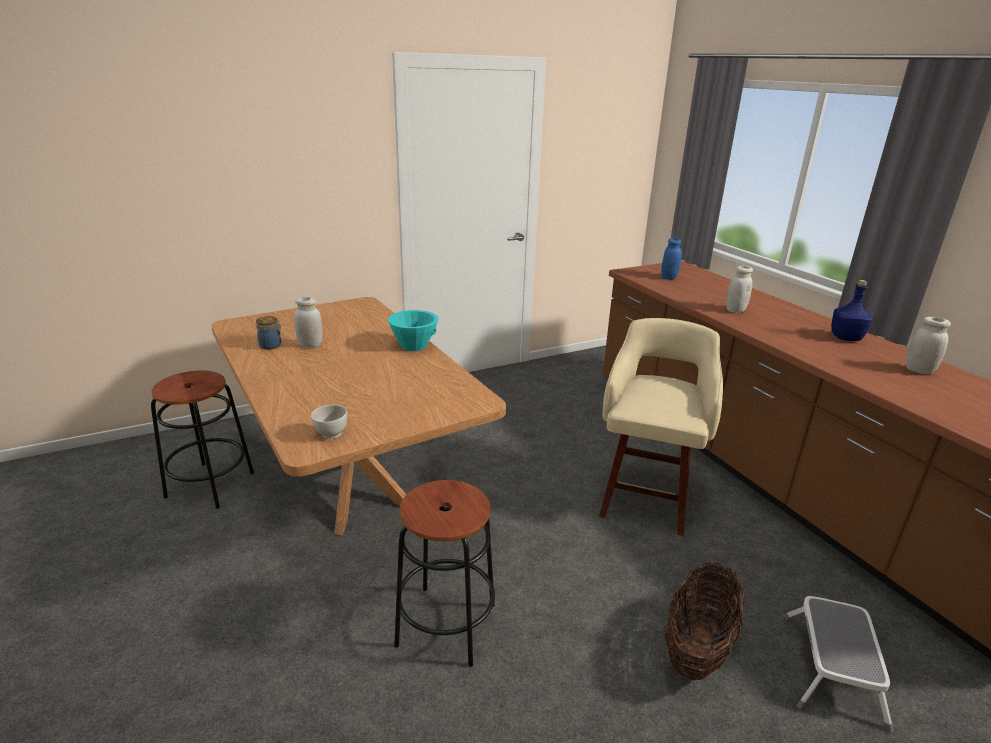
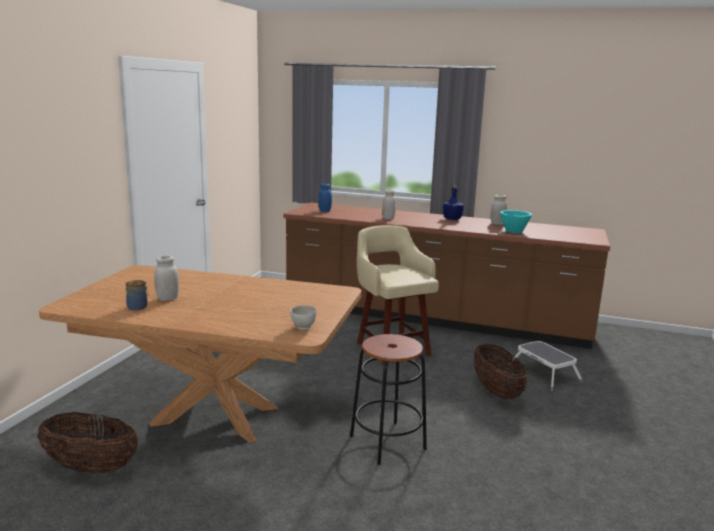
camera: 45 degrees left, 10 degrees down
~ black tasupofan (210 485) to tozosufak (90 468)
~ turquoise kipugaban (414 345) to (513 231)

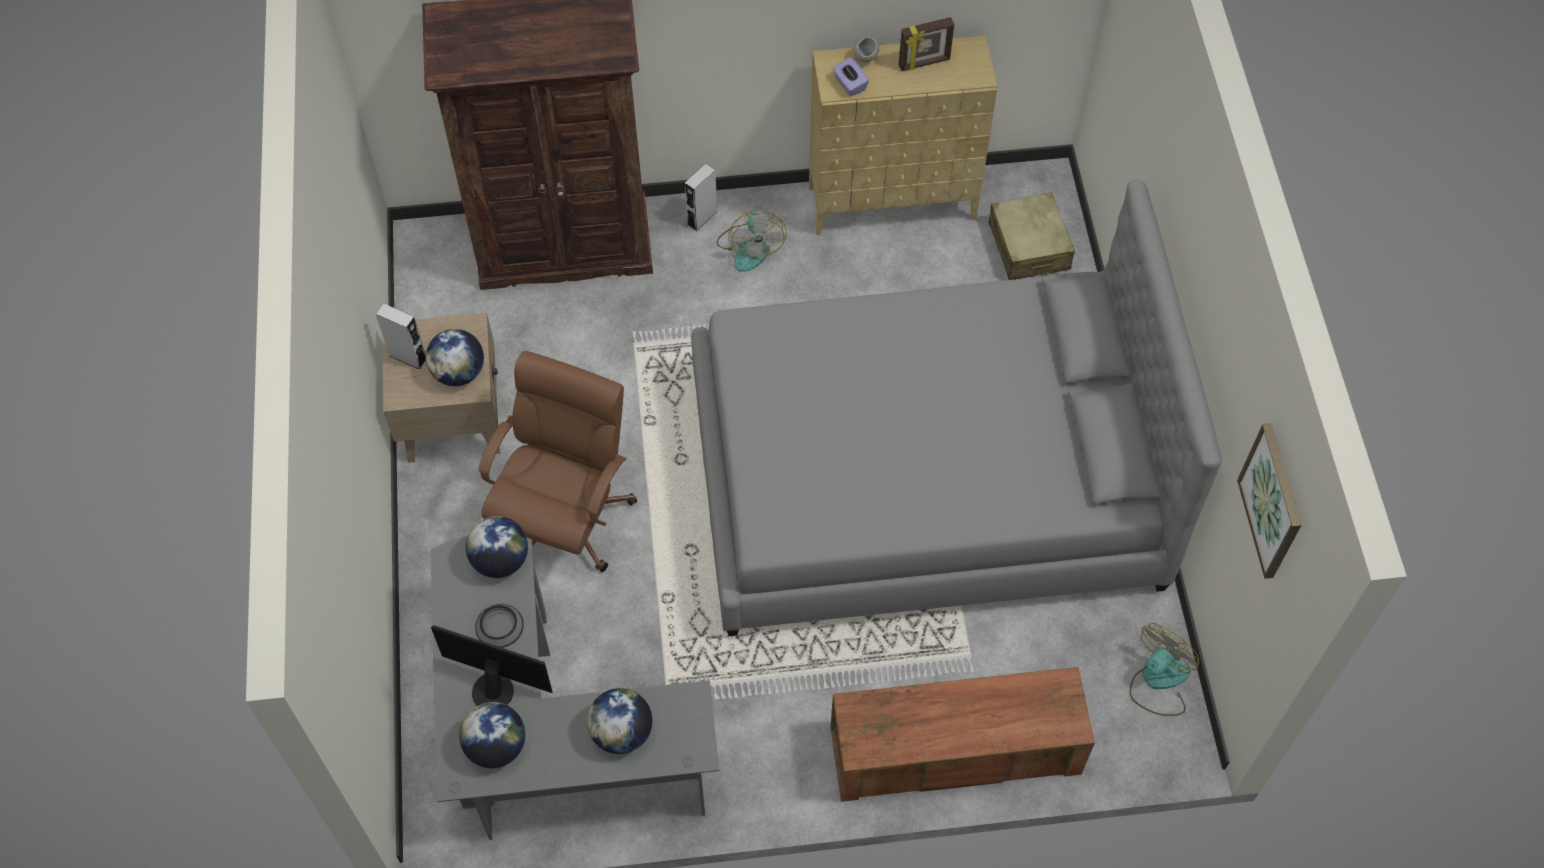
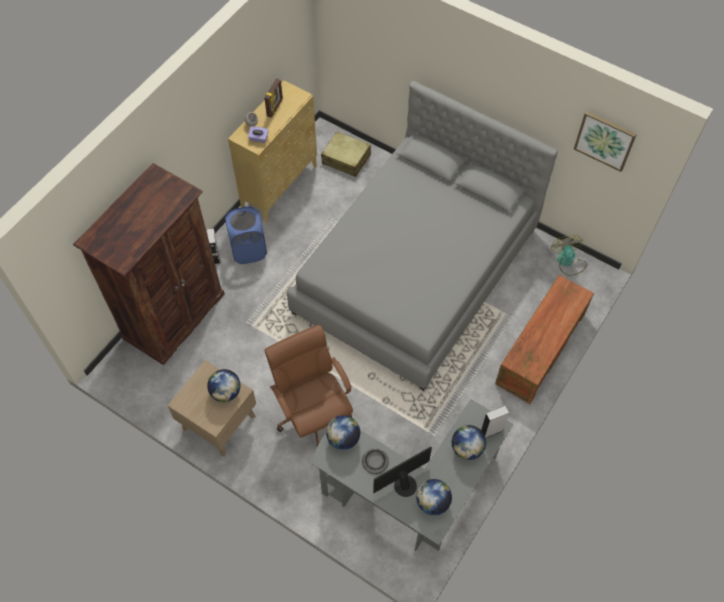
camera: 50 degrees left, 0 degrees up
~ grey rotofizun (408 357) to (491 430)
~ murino (750 247) to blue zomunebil (249 250)

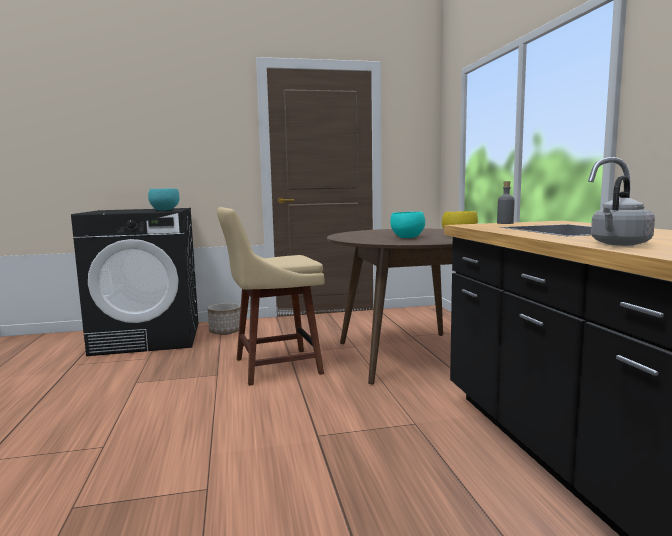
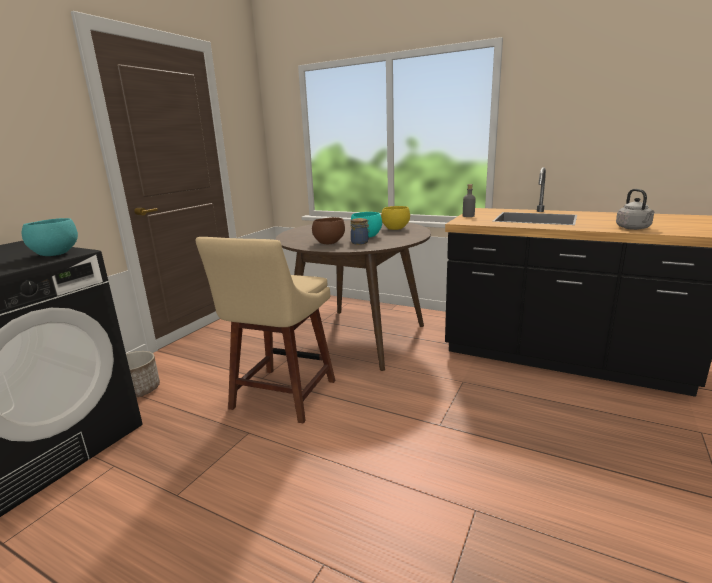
camera: 50 degrees left, 10 degrees up
+ brown kipugaban (328 243)
+ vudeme (360 242)

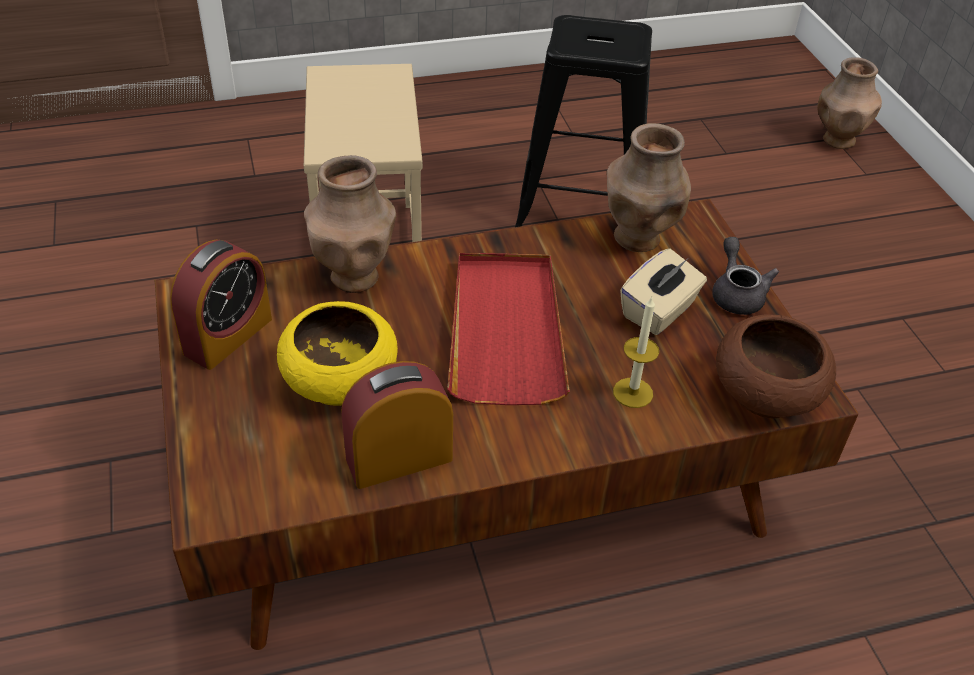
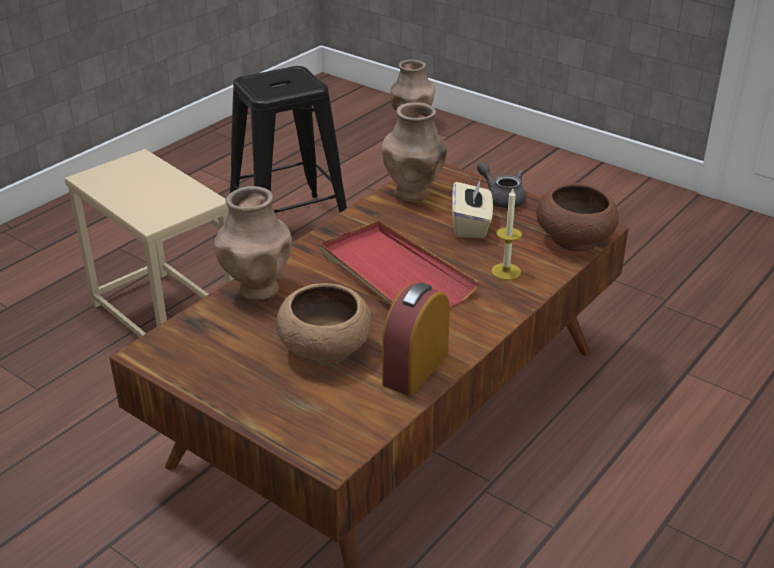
camera: 35 degrees left, 10 degrees down
- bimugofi (228 336)
~ yellow kipugaban (341 381) to brown kipugaban (326 348)

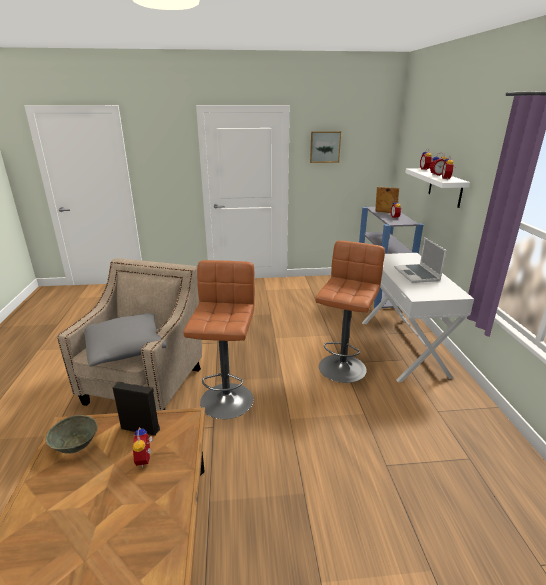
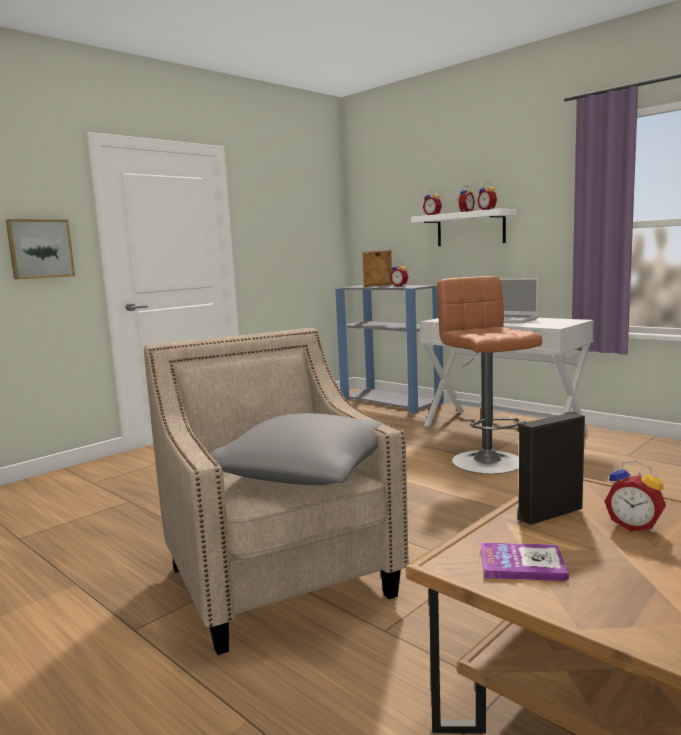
camera: 40 degrees left, 15 degrees down
~ grey kipugaban (76 444) to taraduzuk (522 564)
- brown tasupofan (227 400)
~ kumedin (325 147) to (40 249)

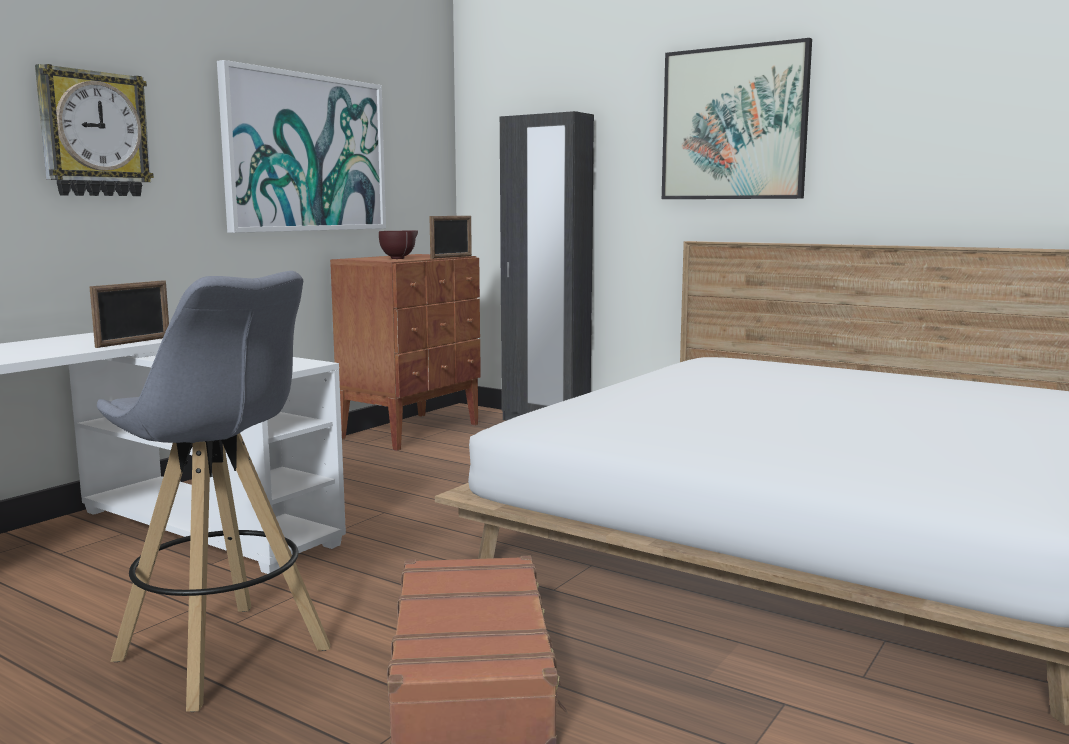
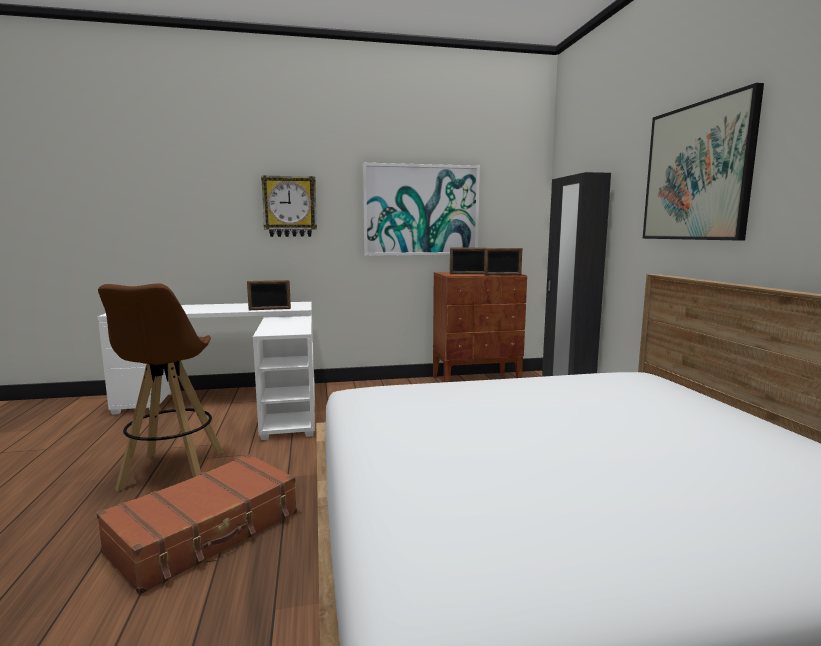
camera: 45 degrees right, 0 degrees up
~ grey tasupofan (224 656) to brown tasupofan (171 472)
~ brown kipugaban (399 258) to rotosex (468 274)

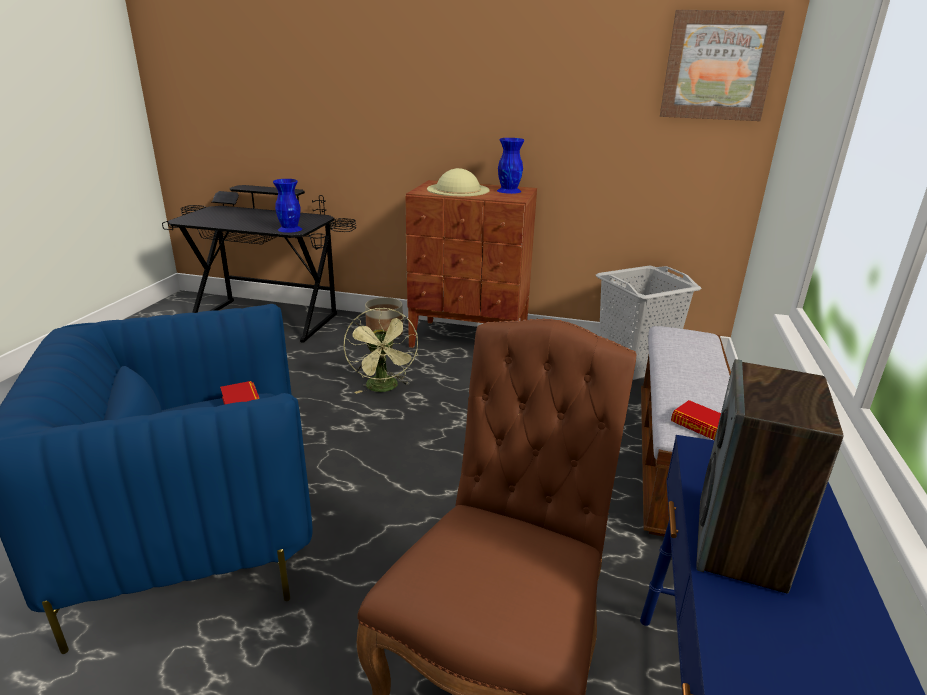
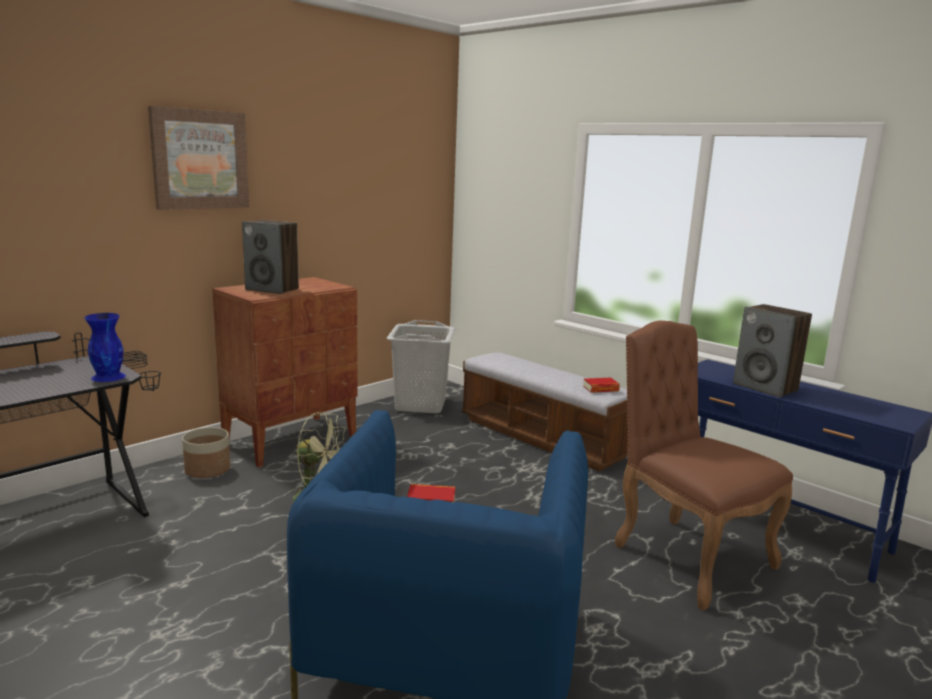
camera: 60 degrees left, 10 degrees down
~ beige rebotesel (458 189) to rotofizun (273 289)
- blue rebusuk (509 191)
~ kumedin (718 66) to (200 159)

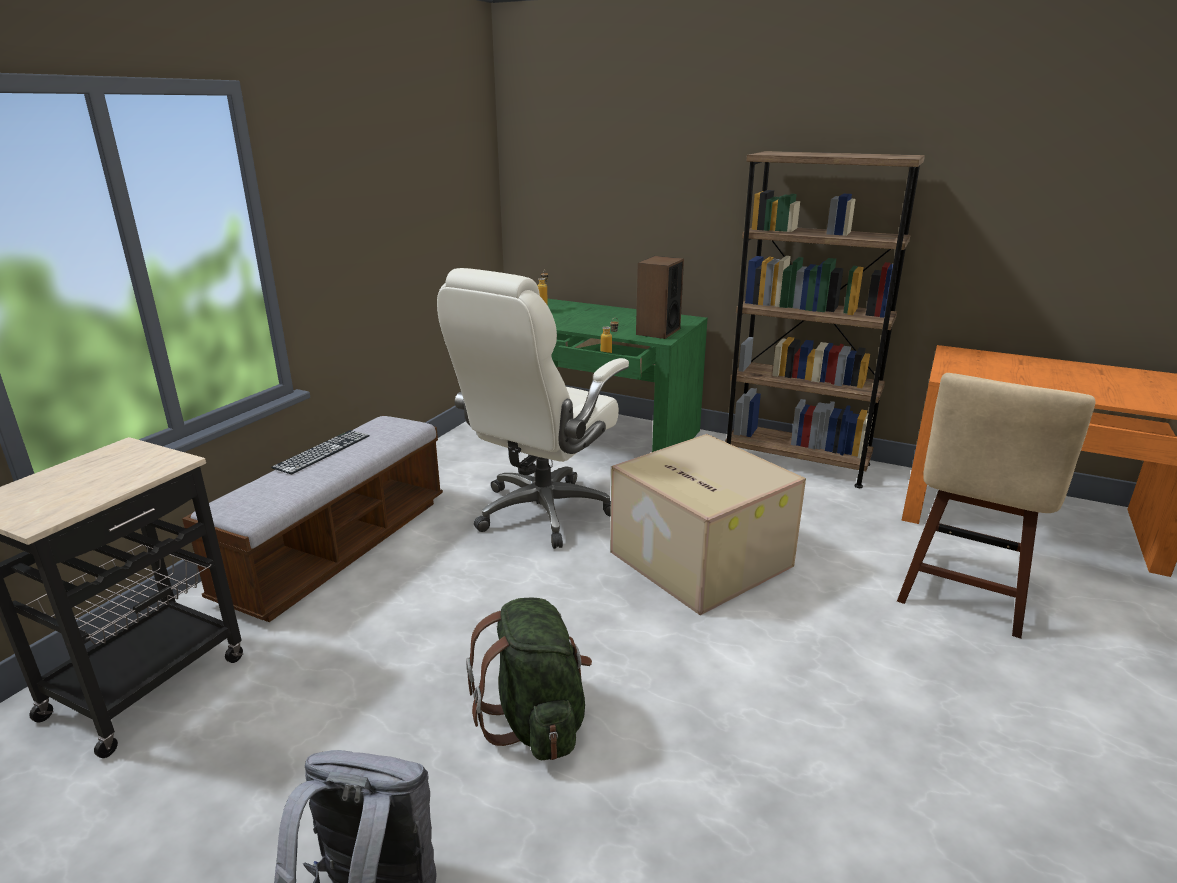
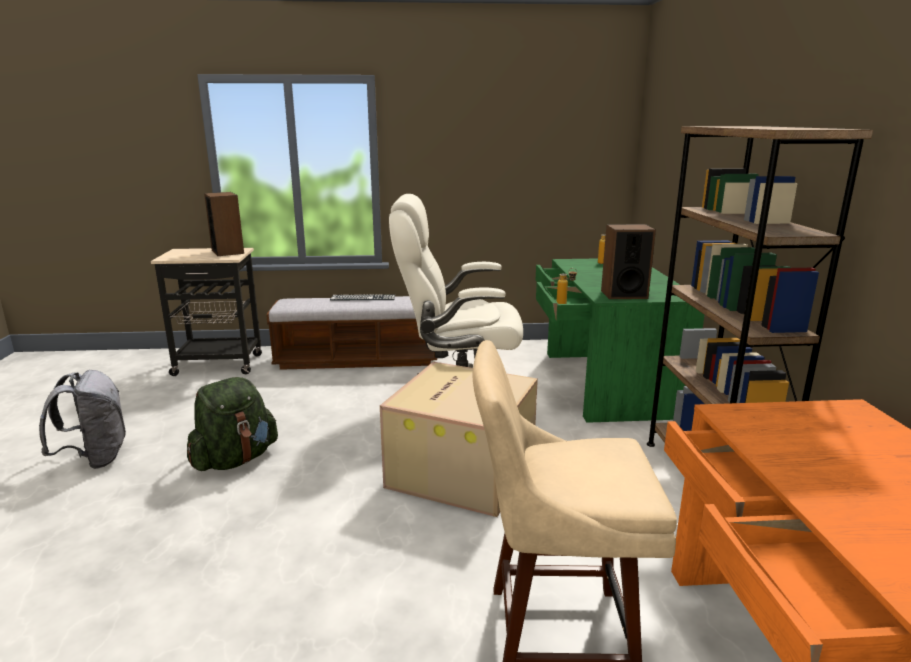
camera: 60 degrees right, 5 degrees down
+ rotofizun (228 252)

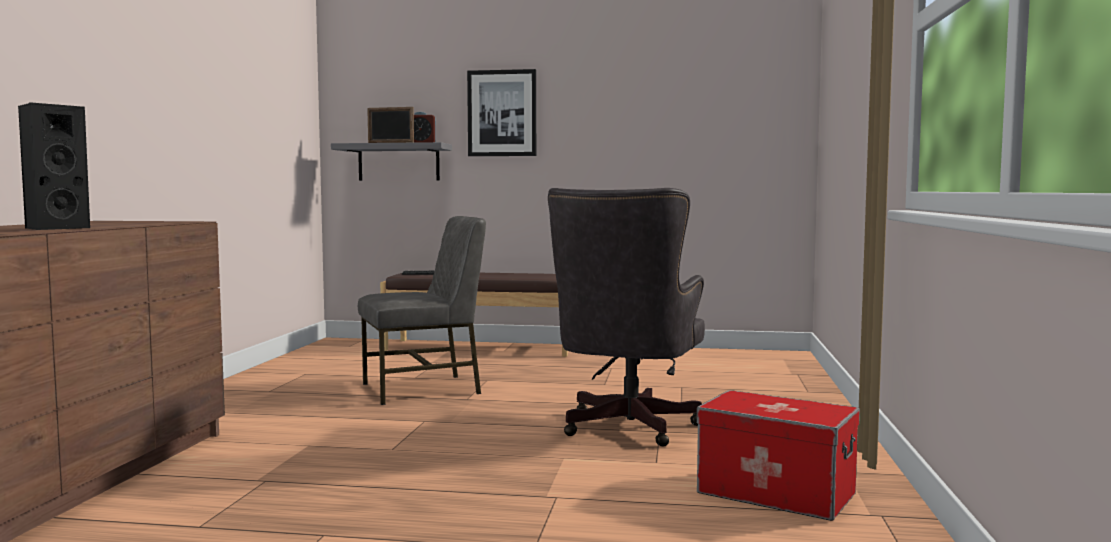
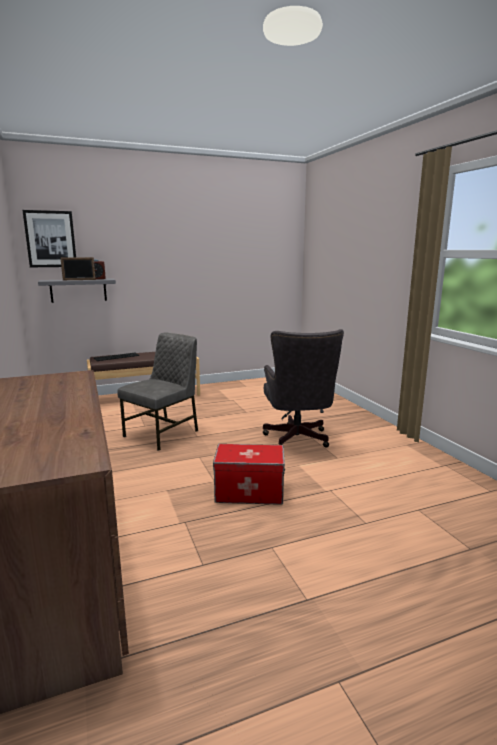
camera: 30 degrees left, 10 degrees up
- black rotofizun (54 228)
~ kumedin (502 113) to (50 239)
~ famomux (776 493) to (249 492)

